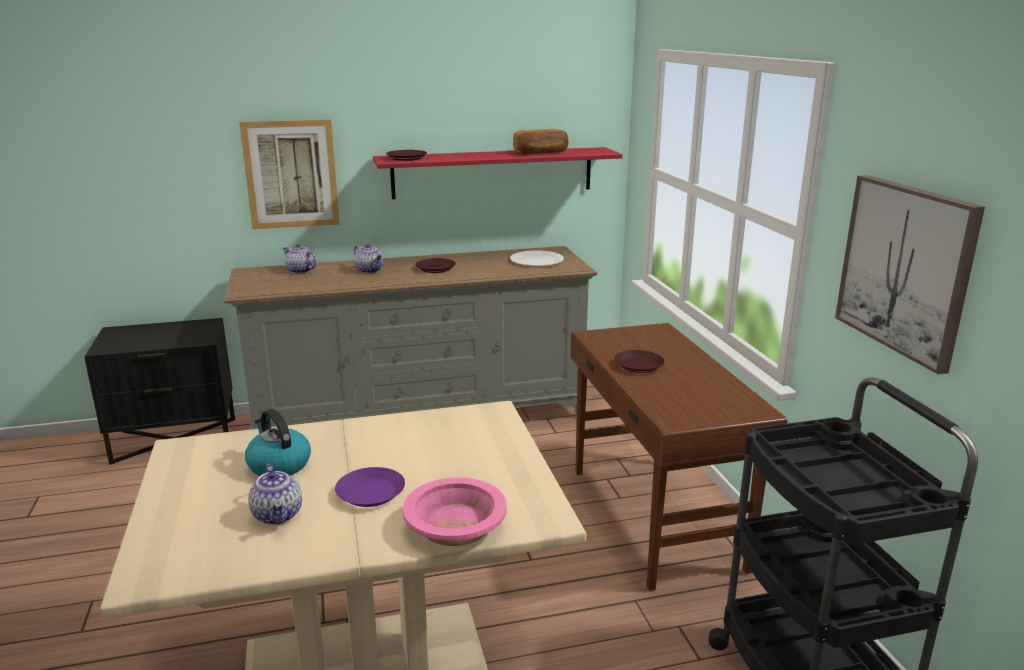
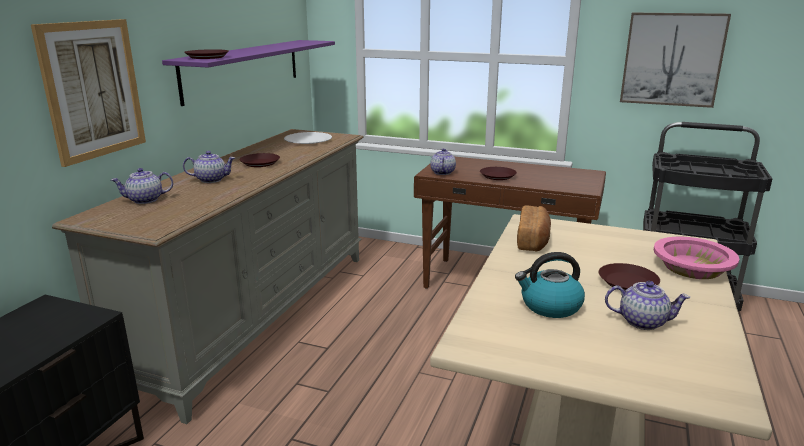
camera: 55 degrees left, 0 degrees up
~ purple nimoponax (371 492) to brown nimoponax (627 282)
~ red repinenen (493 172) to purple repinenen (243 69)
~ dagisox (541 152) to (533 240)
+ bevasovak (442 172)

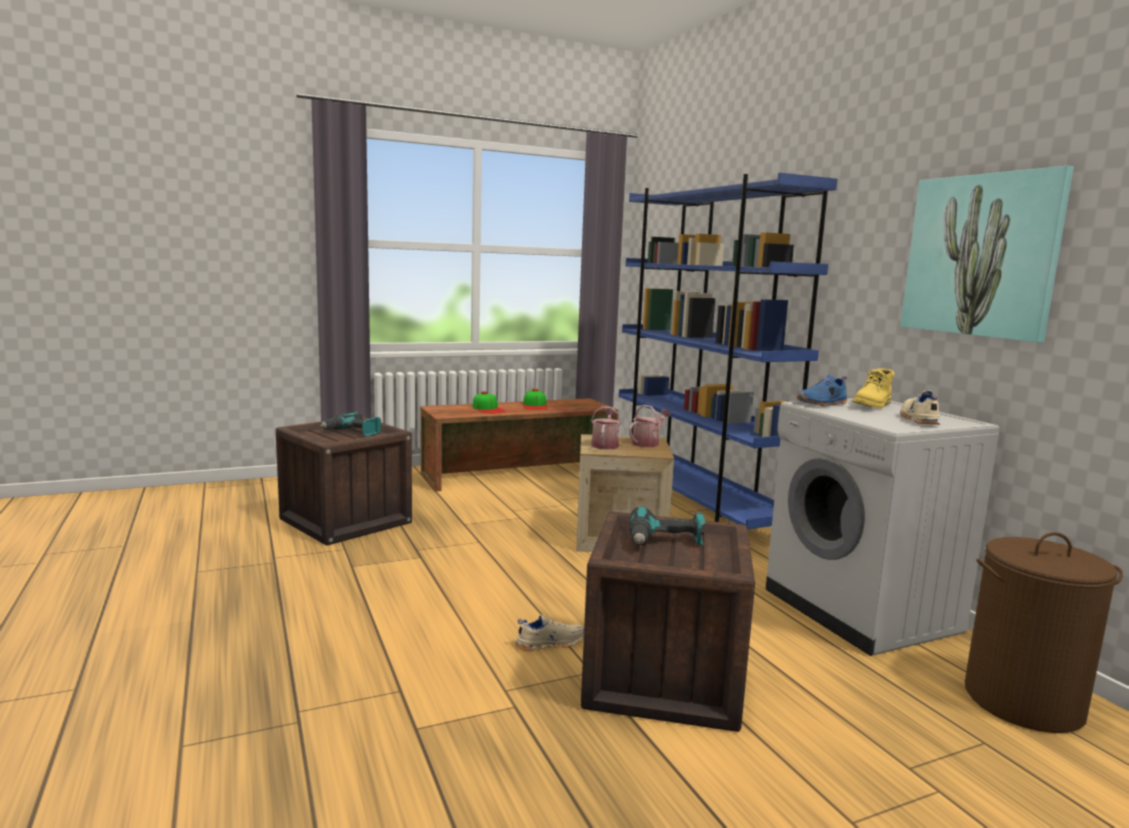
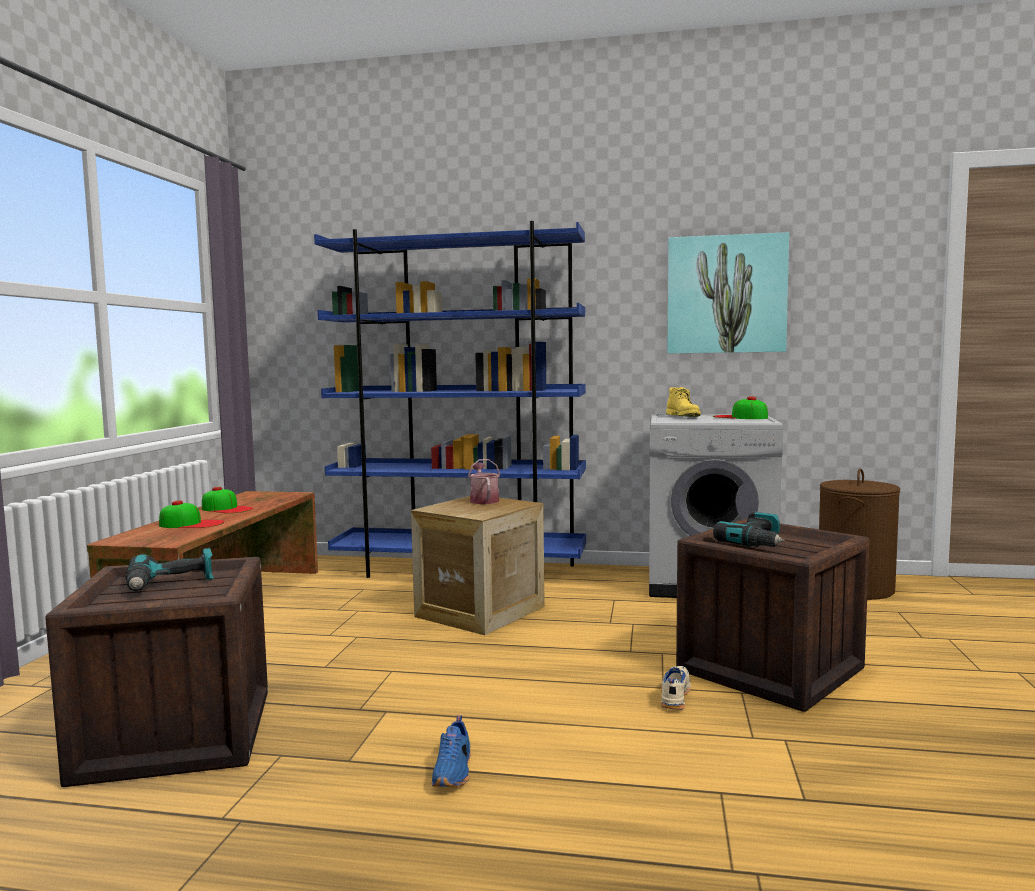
camera: 55 degrees left, 5 degrees down
- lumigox (605 444)
~ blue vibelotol (822 404) to (454 772)
~ beige vibelotol (917 419) to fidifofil (740 417)

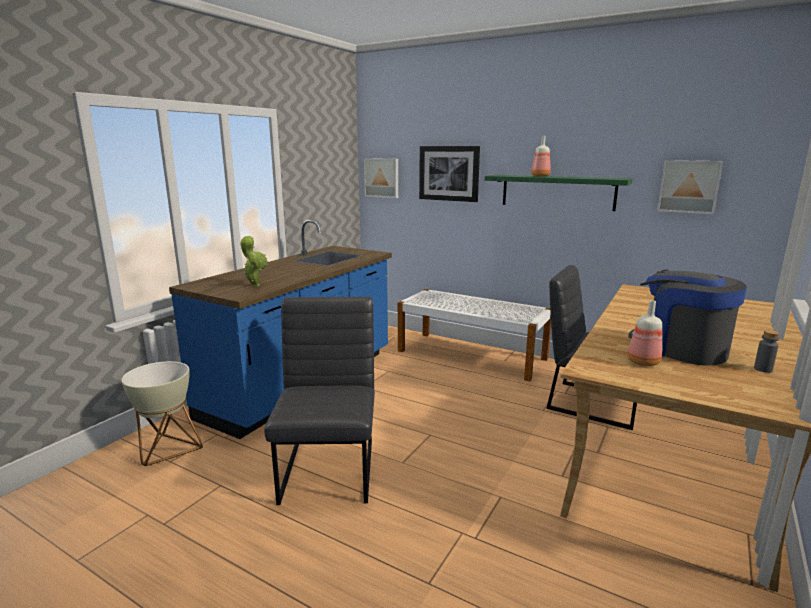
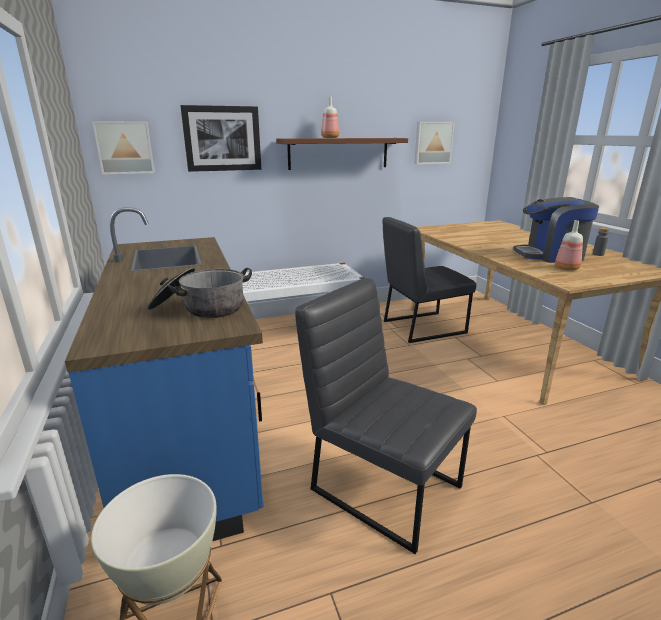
camera: 50 degrees left, 5 degrees up
~ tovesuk (255 285) to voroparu (200 308)
~ green repinenen (557 192) to brown repinenen (338 153)

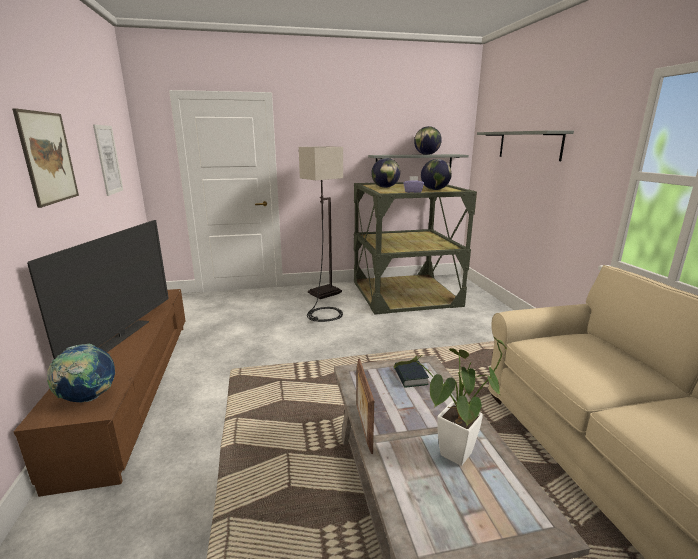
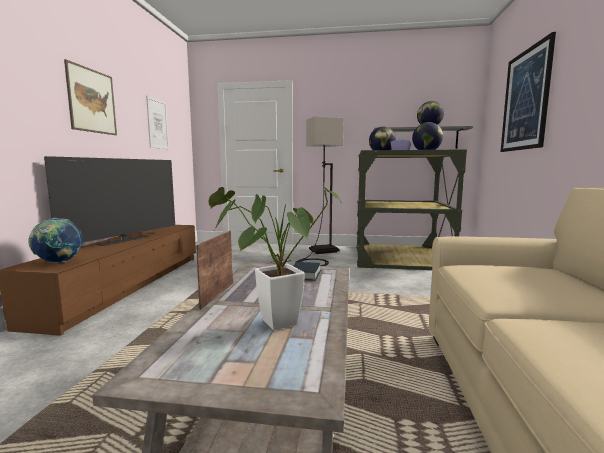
camera: 20 degrees right, 10 degrees down
~ grey repinenen (529 145) to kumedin (525 100)

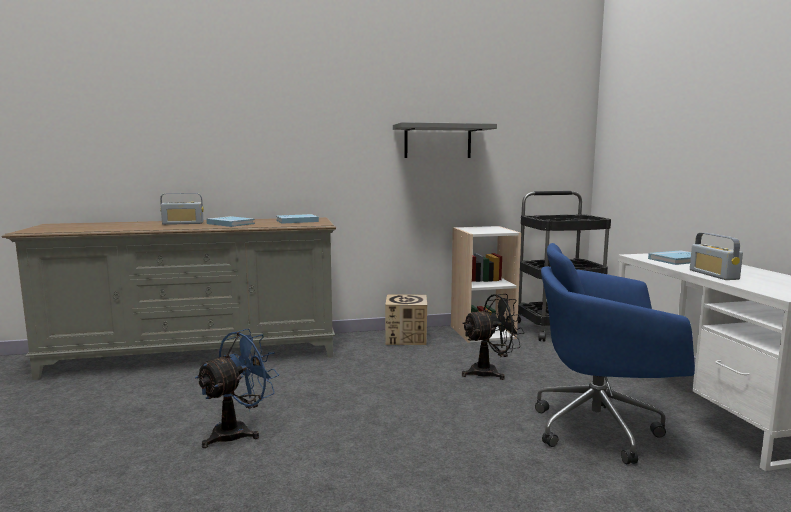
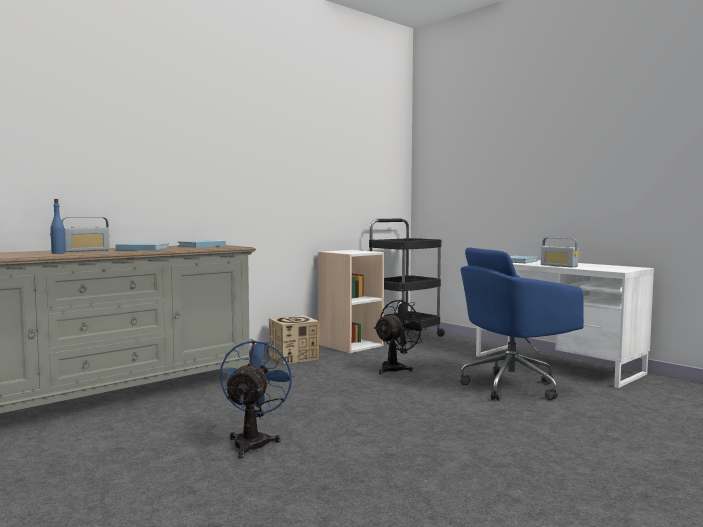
camera: 30 degrees left, 5 degrees down
- grey repinenen (437 141)
+ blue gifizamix (58 253)

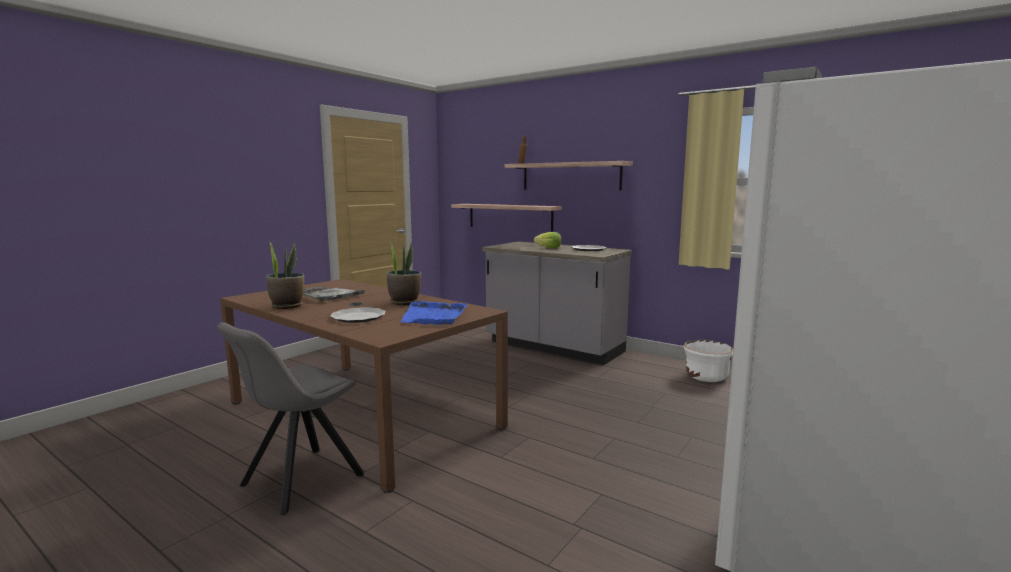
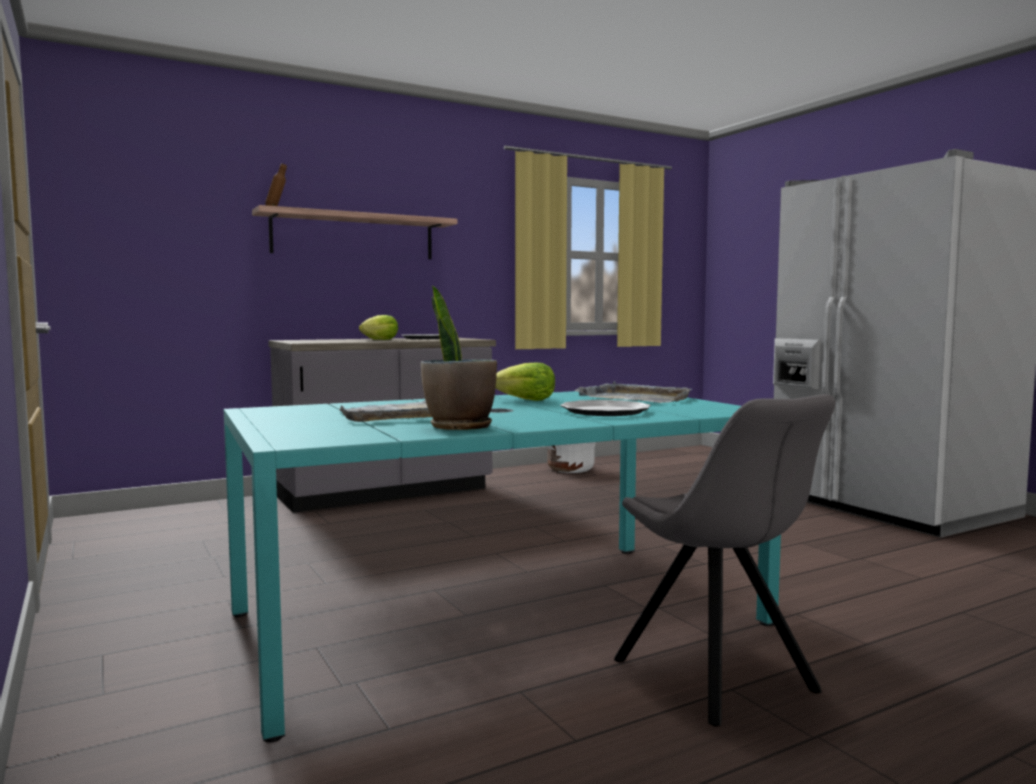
camera: 65 degrees left, 5 degrees down
~ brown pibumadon (362 414) to turquoise pibumadon (499 618)
~ tovesuk (404 302) to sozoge (526 400)
~ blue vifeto (434 316) to grey vifeto (634 398)
- repinenen (509 217)

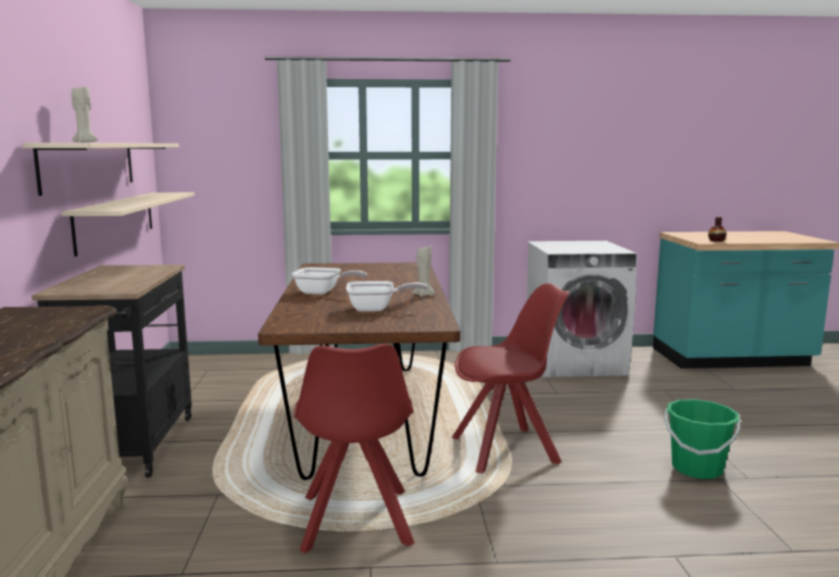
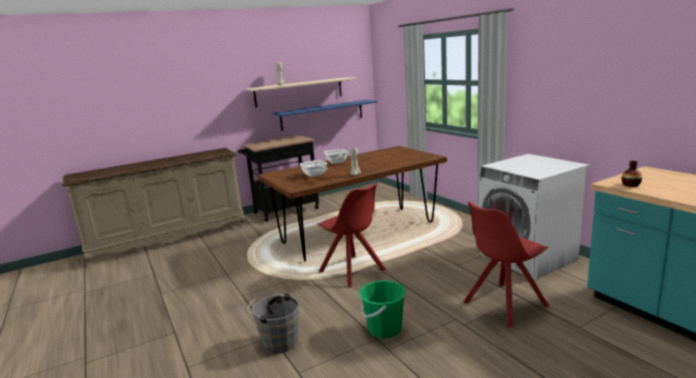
camera: 65 degrees right, 5 degrees up
~ beige repinenen (116 220) to blue repinenen (322 114)
~ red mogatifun (355 521) to (503 304)
+ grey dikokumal (278 341)

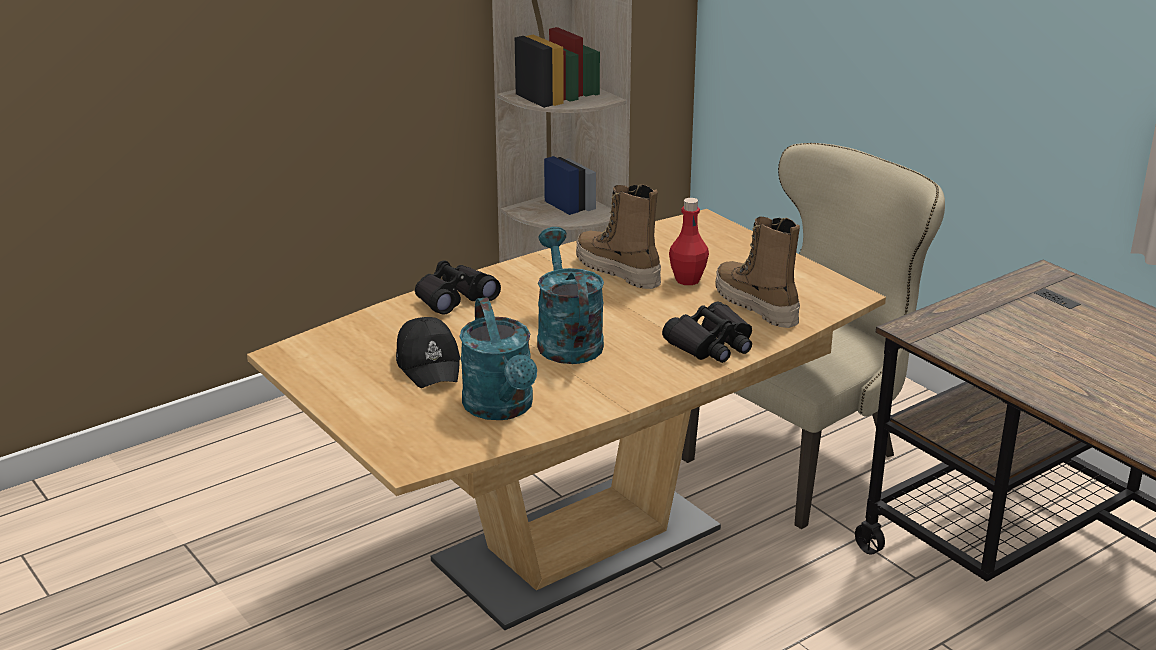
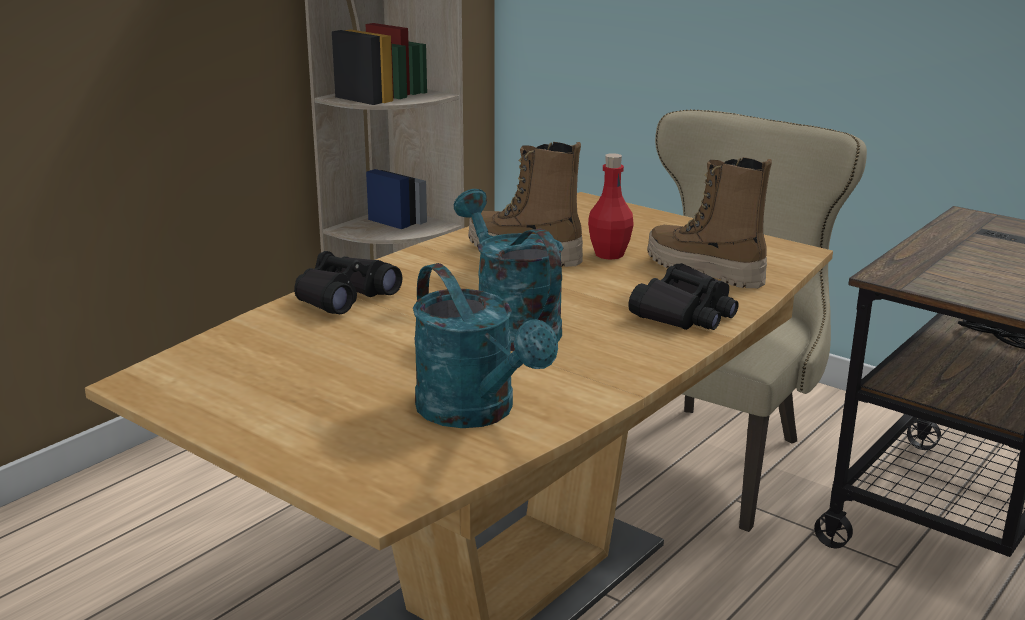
camera: 15 degrees left, 5 degrees down
- black fidifofil (429 364)

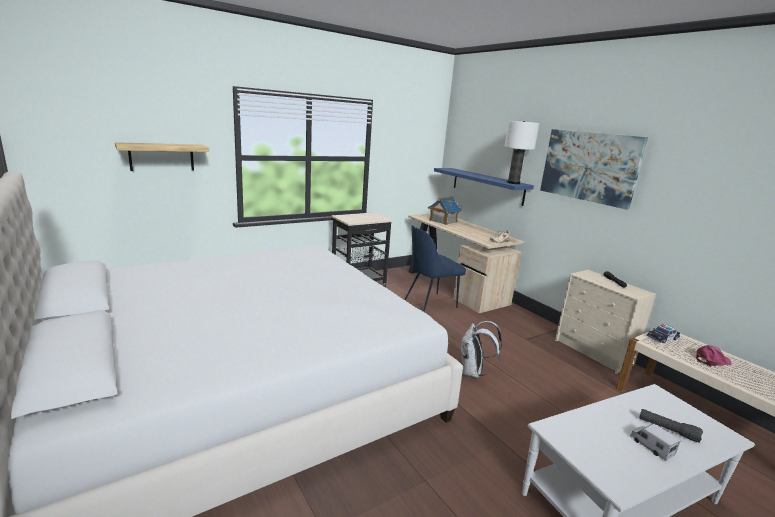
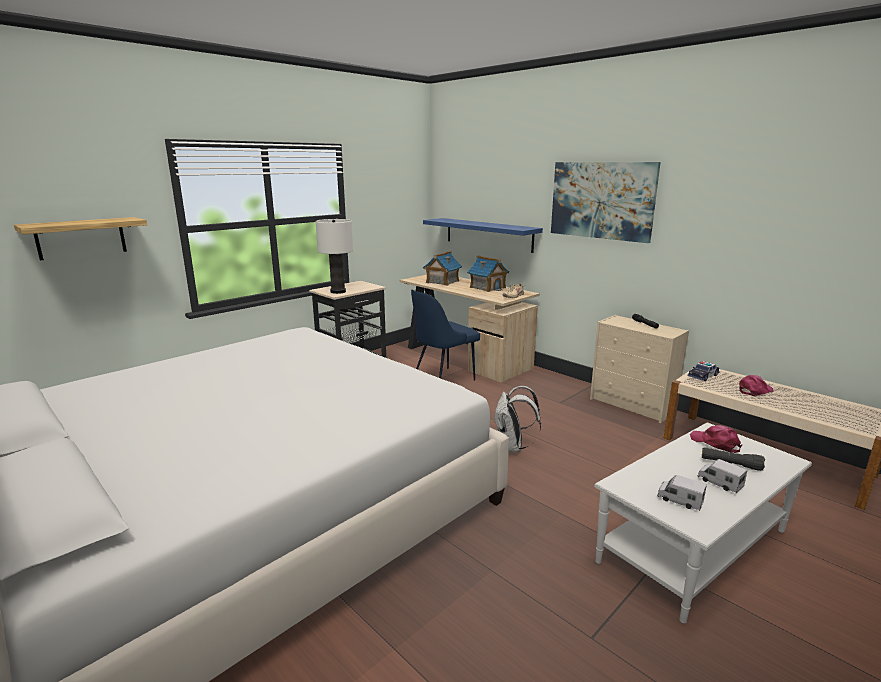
camera: 10 degrees left, 0 degrees up
~ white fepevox (513 183) to (337 291)
+ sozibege (487 287)
+ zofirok (680 500)
+ pink fidifofil (715 443)

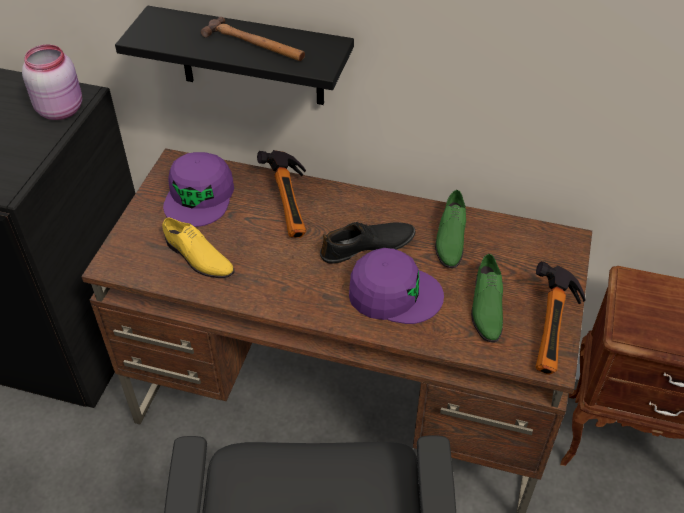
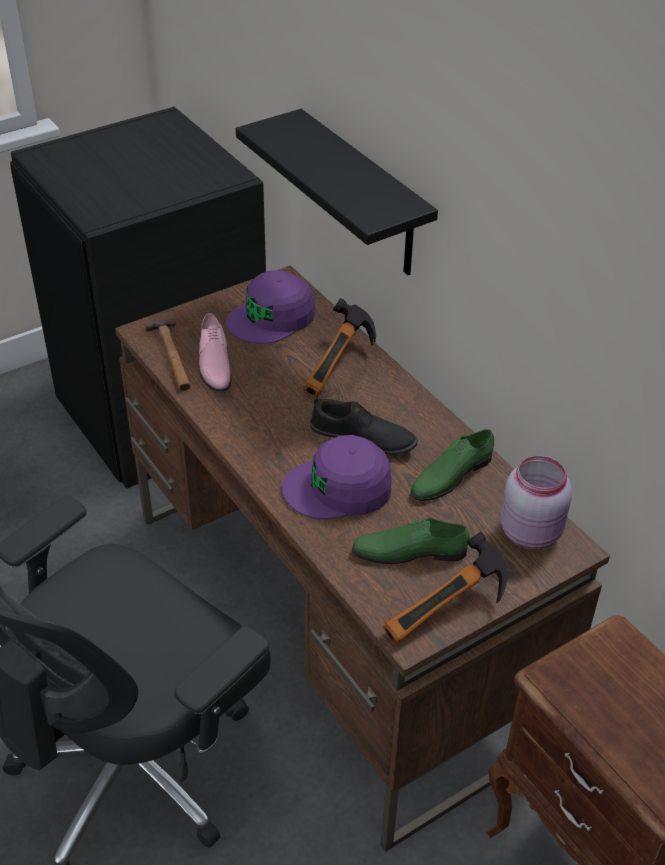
camera: 40 degrees right, 5 degrees down
~ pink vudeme (61 109) to (532 532)
~ yellow vibelotol (197 257) to pink vibelotol (213 363)
~ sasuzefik (254 44) to (171 357)
~ purple fidifofil (394 293) = (339 488) 120 degrees clockwise
~ green vibelotol (485 306) = (409 550) 45 degrees clockwise

